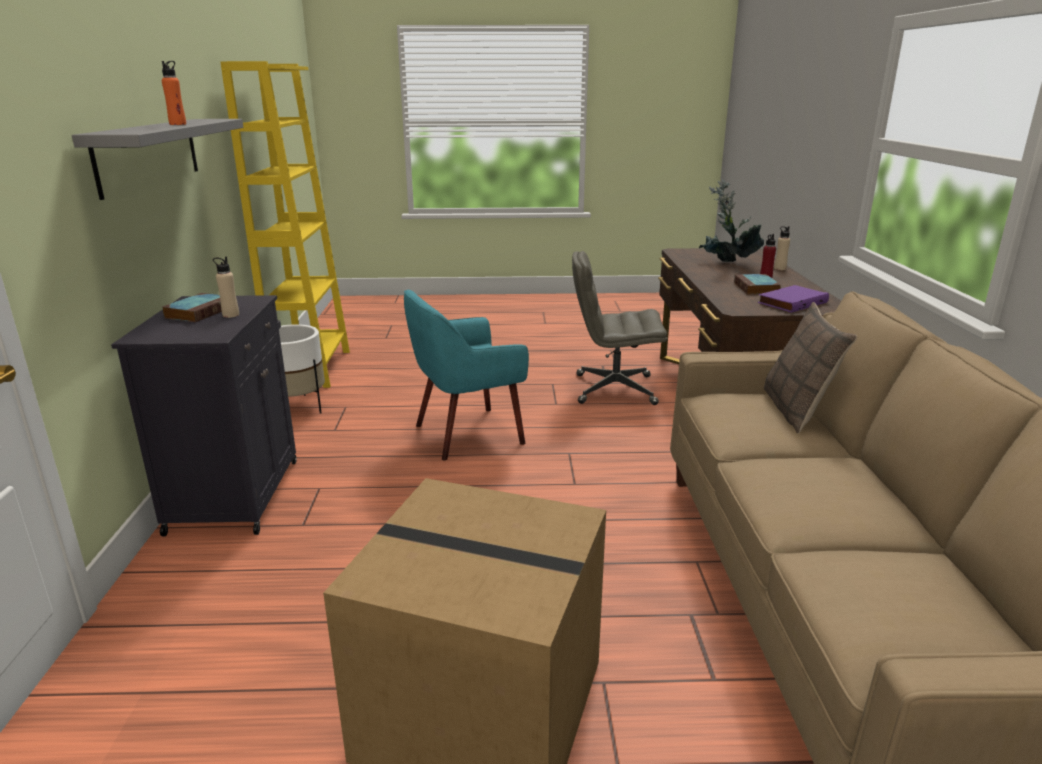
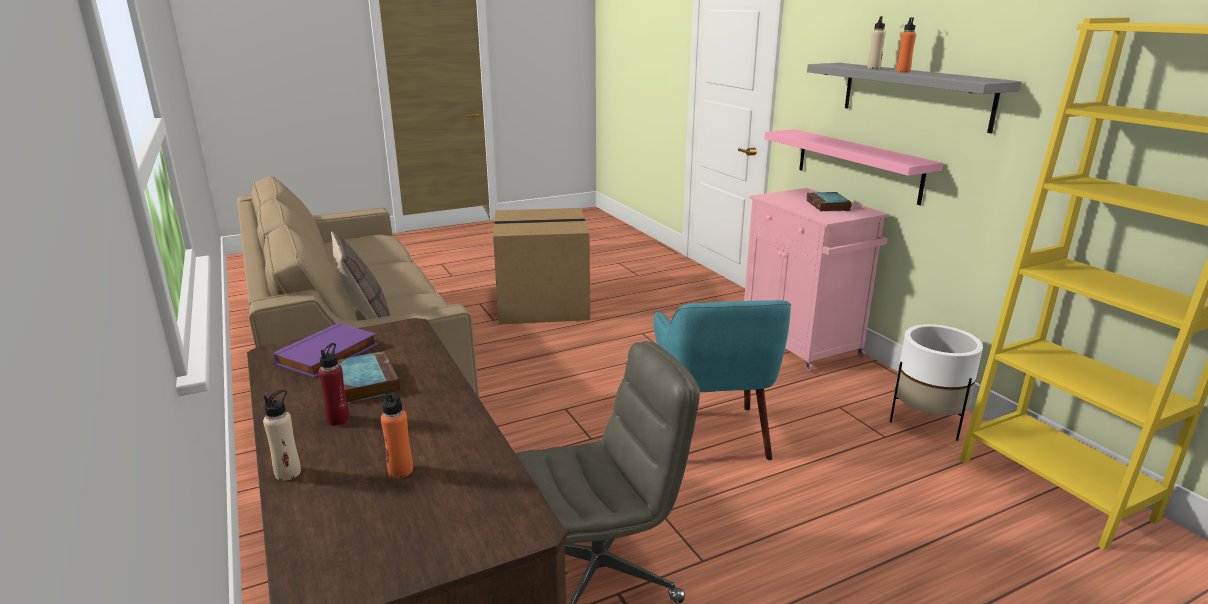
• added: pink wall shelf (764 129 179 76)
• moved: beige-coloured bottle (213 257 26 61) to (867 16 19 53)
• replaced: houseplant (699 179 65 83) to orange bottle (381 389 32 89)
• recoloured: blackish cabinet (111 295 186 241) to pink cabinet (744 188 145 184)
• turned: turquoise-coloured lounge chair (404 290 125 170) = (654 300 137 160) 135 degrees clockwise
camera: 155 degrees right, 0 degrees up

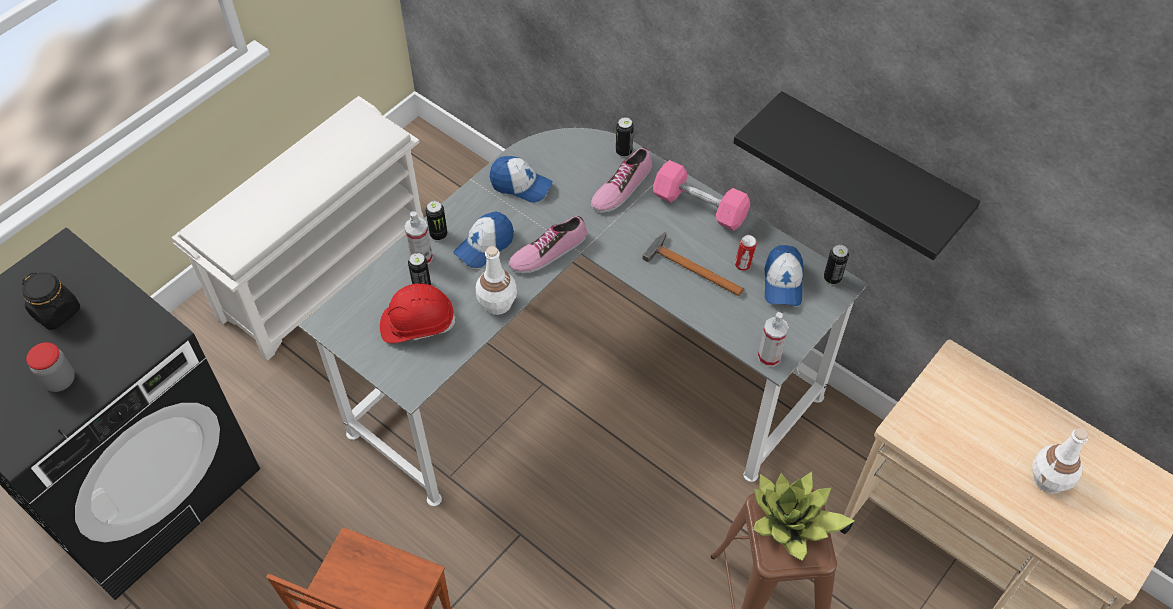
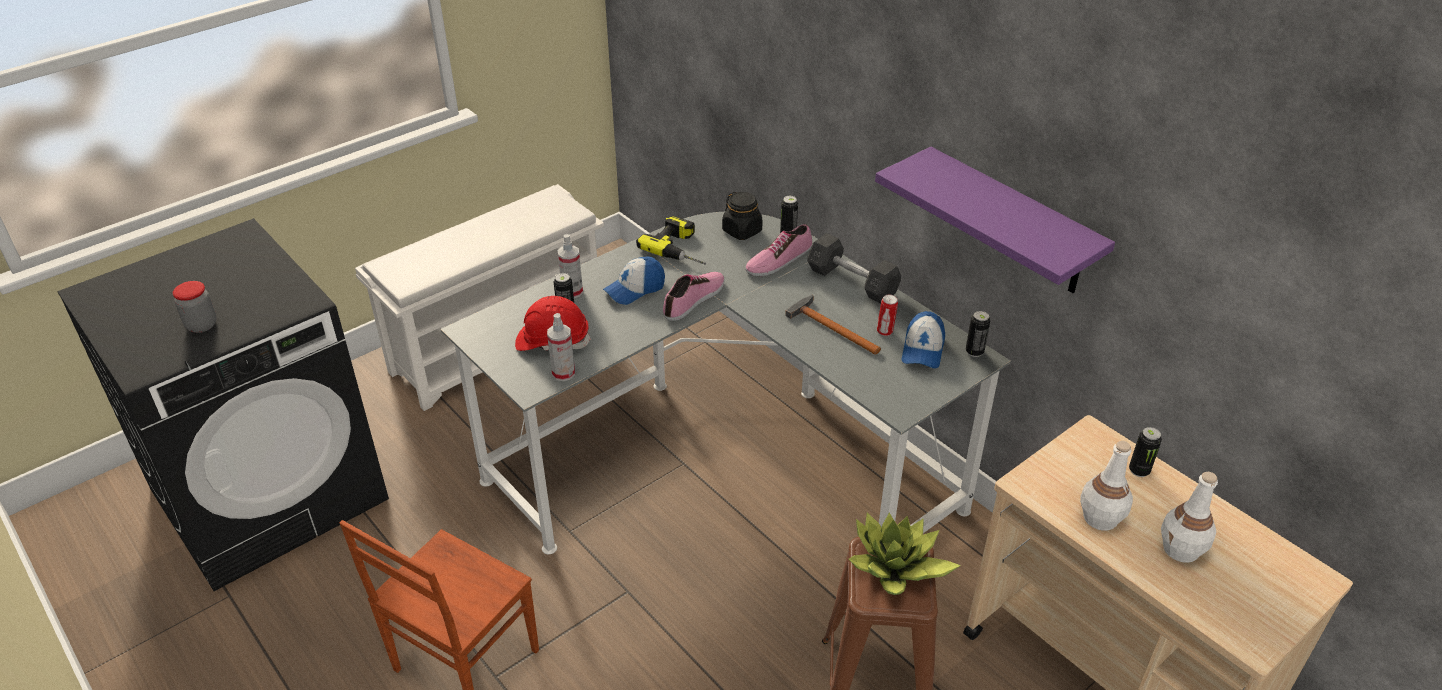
• moved: blackish jar (22 272 58 58) to (722 192 41 48)
• moved: metal can (426 201 22 40) to (1129 427 33 50)
• moved: white-coloured bottle (476 246 41 69) to (1080 441 53 90)
• moved: hand sprayer (758 312 31 55) to (547 313 28 68)
• replaced: cap (490 156 63 47) to drill (636 216 70 49)
• recoloured: pink hand weight (653 160 97 71) to gray hand weight (807 233 94 71)
• recoloured: blackish wall shelf (733 91 247 169) to purple-coloured wall shelf (875 147 240 146)
• turned: low shoe (509 216 78 58) = (663 272 62 49) 150 degrees clockwise
camera: 10 degrees right, 15 degrees down

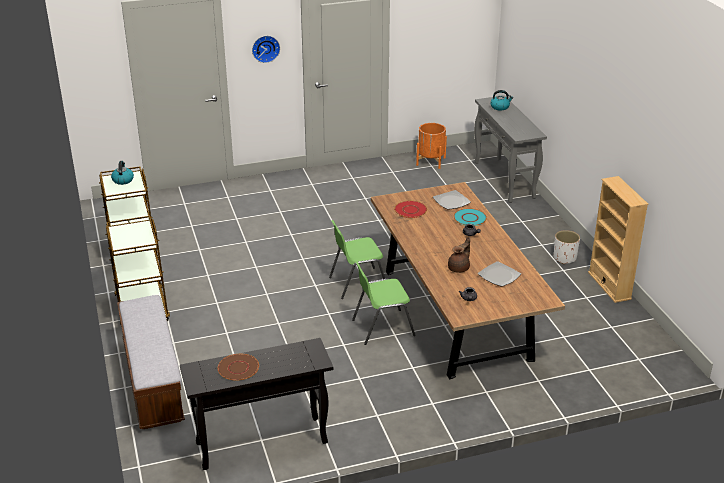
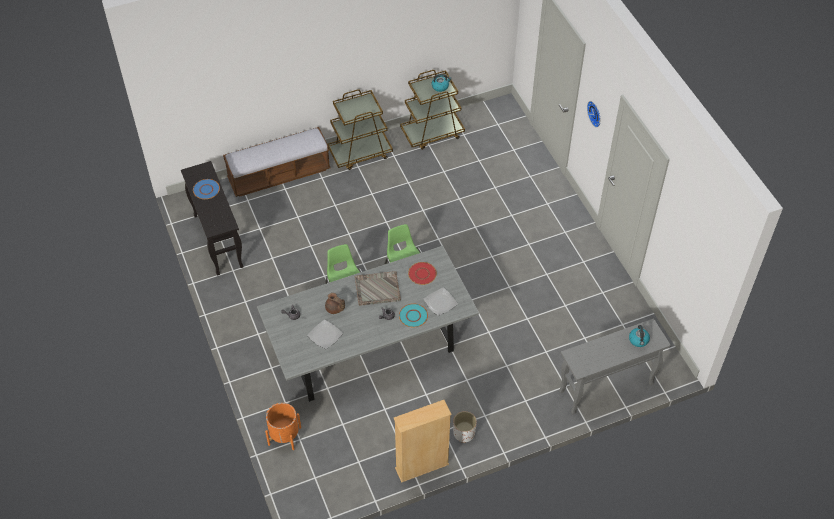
• added: gray carrying tray (355 271 46 35)
• moved: orange plant pot (416 123 31 46) to (265 403 36 47)
• recoloured: brown plate (218 354 41 27) to blue plate (193 179 27 20)
• recoloured: brown dining table (371 182 194 198) to gray dining table (257 246 222 156)
camera: 85 degrees right, 20 degrees up

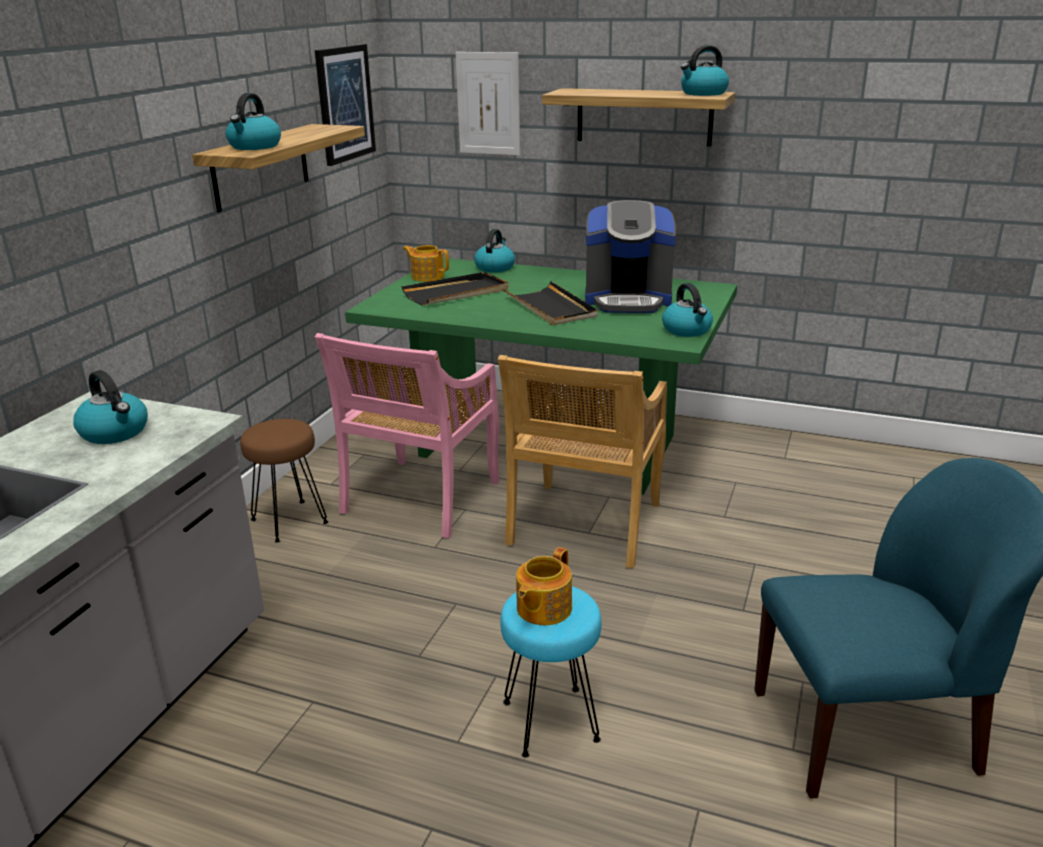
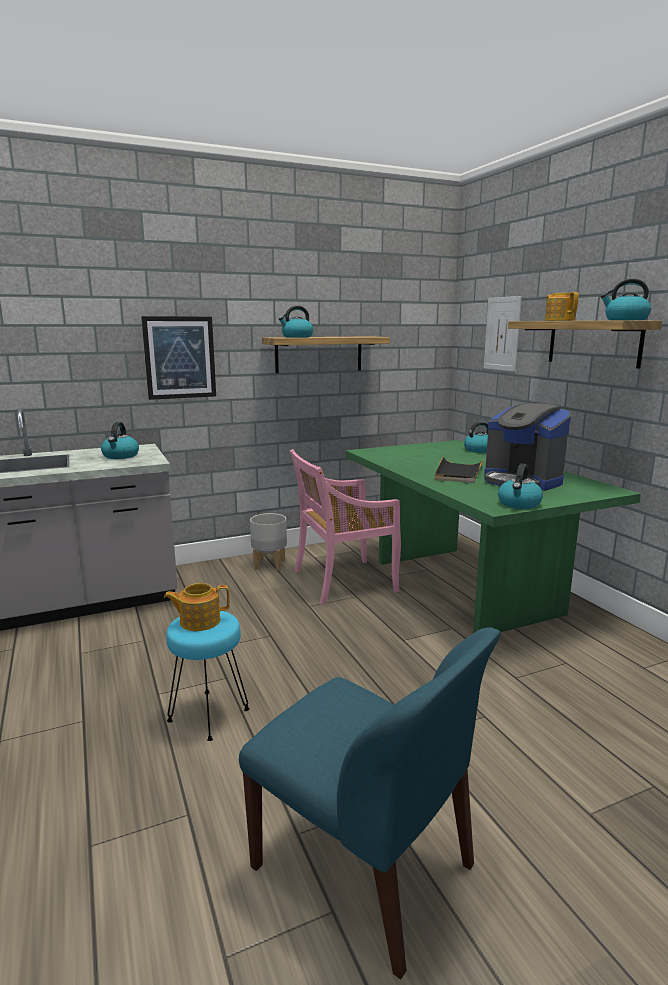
• removed: blackish carrying tray (401 272 108 33)
• removed: beige-coloured chair (498 355 169 213)
• moved: picture (315 44 61 122) to (141 316 75 84)
• moved: teapot (403 245 46 37) to (545 292 34 29)
• replaced: brown sitting stool (240 419 89 124) to gray plant pot (250 513 37 58)
camera: 45 degrees right, 10 degrees down

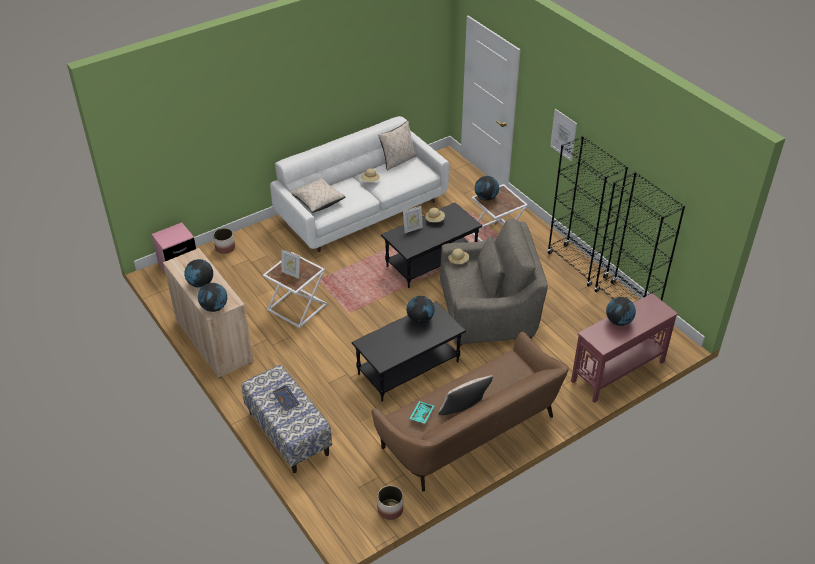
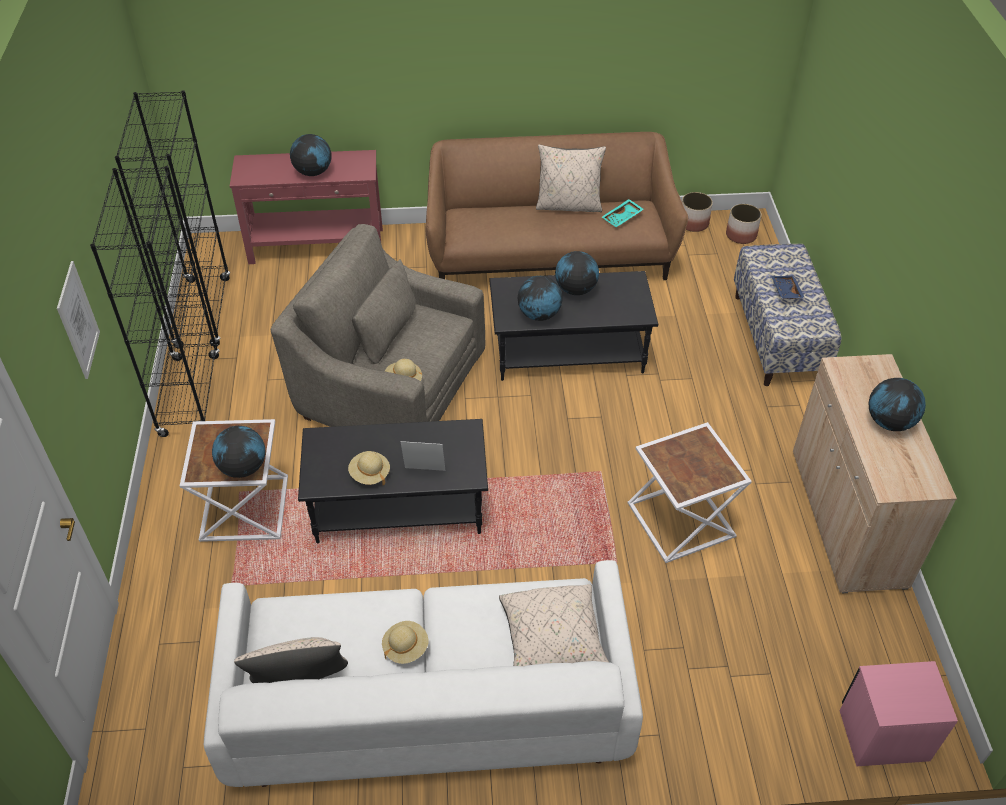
• removed: photo frame (282 249 18 30)
• moved: globe (198 283 29 29) to (555 251 44 44)
• moved: plant pot (213 228 22 26) to (726 204 35 40)
camera: 150 degrees left, 5 degrees up

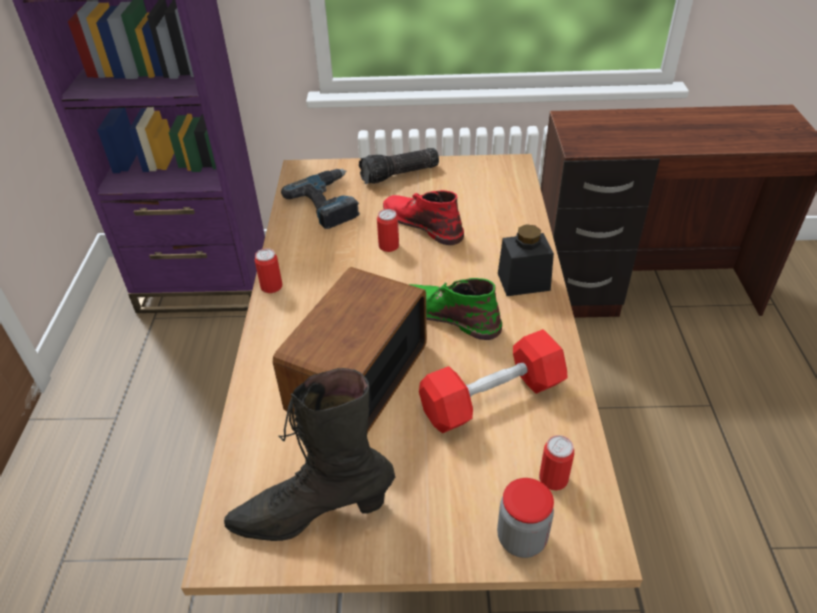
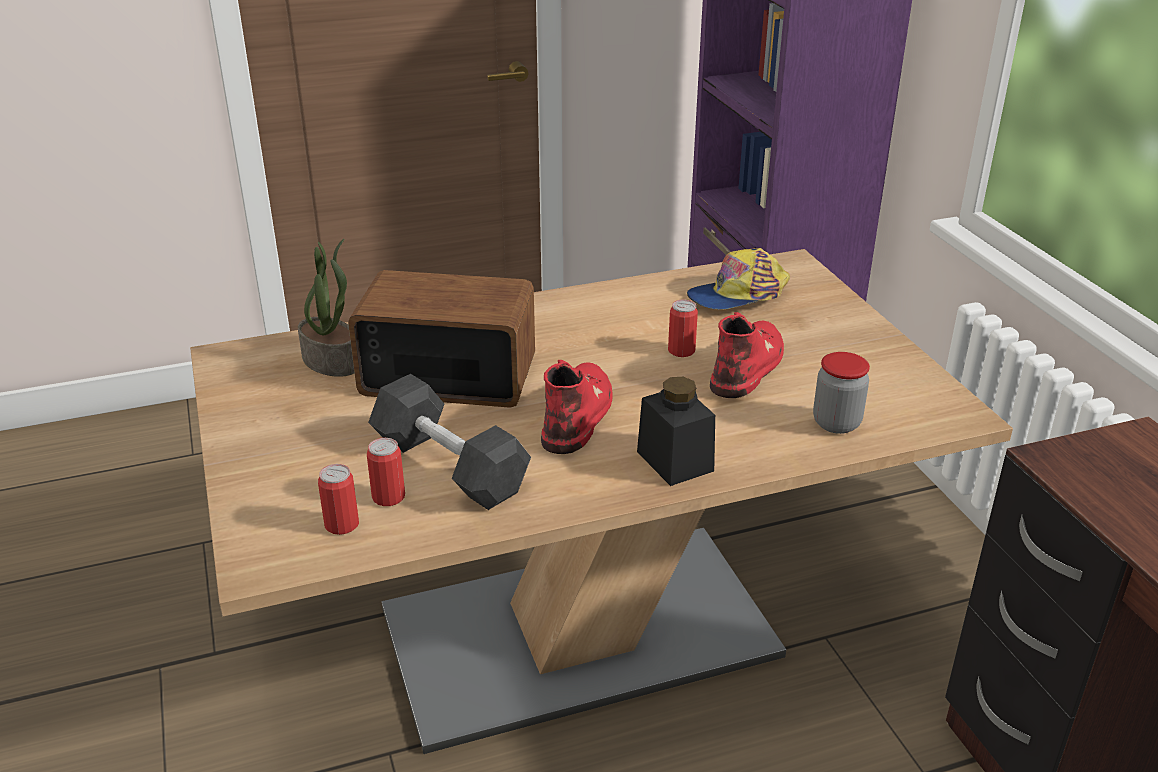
• removed: blackish boot (224 368 171 173)
• removed: flashlight (359 148 80 36)
• added: houseplant (298 239 56 138)
• moved: metal can (255 248 27 45) to (367 438 38 68)
• moved: jar (497 478 57 80) to (813 352 57 82)
• replaced: drill (281 169 79 60) to cap (687 248 103 61)
• recoloured: green-coloured boot (408 278 94 62) to red boot (541 360 72 94)
• recoloured: red hand weight (419 329 149 104) to blackish hand weight (368 374 163 136)
camera: 70 degrees right, 10 degrees down

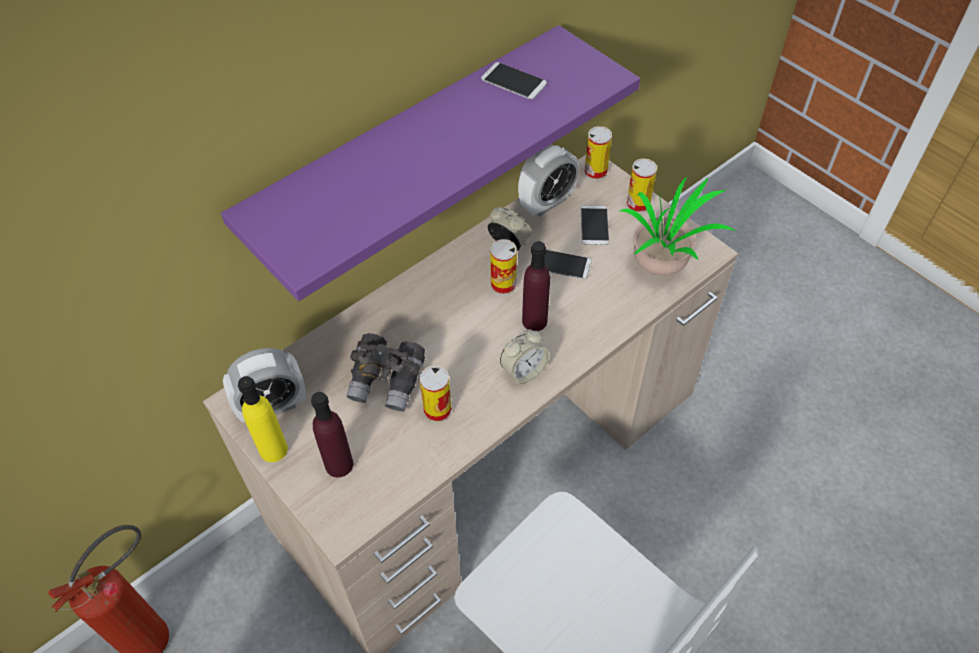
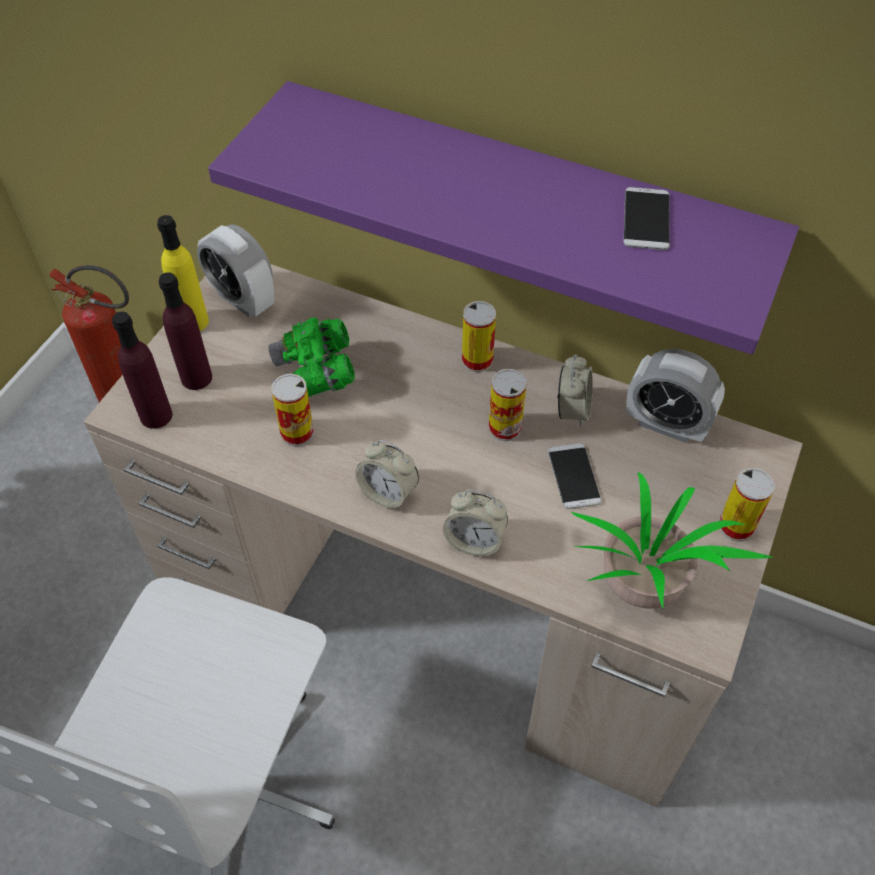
• removed: phone (581 205 28 40)
• added: table clock (443 489 65 67)
• moved: purple-coloured bottle (522 241 28 90) to (112 312 60 117)
• moved: metal can (584 126 28 54) to (462 301 34 71)
• recoloured: gray pair of binoculars (346 333 79 79) to green-coloured pair of binoculars (268 318 87 79)
camera: 65 degrees right, 0 degrees up

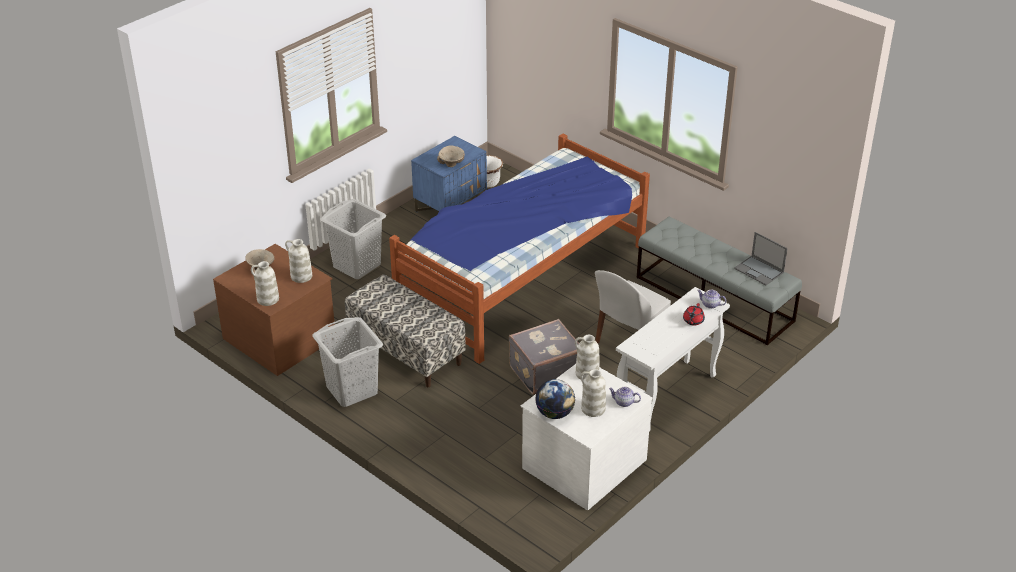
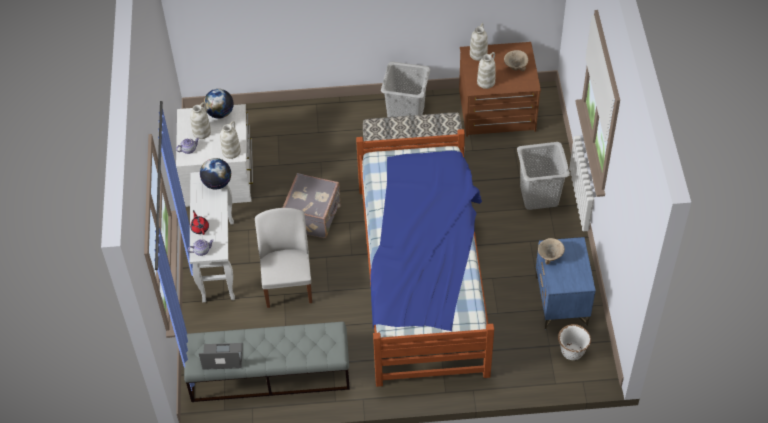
• added: globe (200 158 31 32)
camera: 135 degrees right, 15 degrees up

